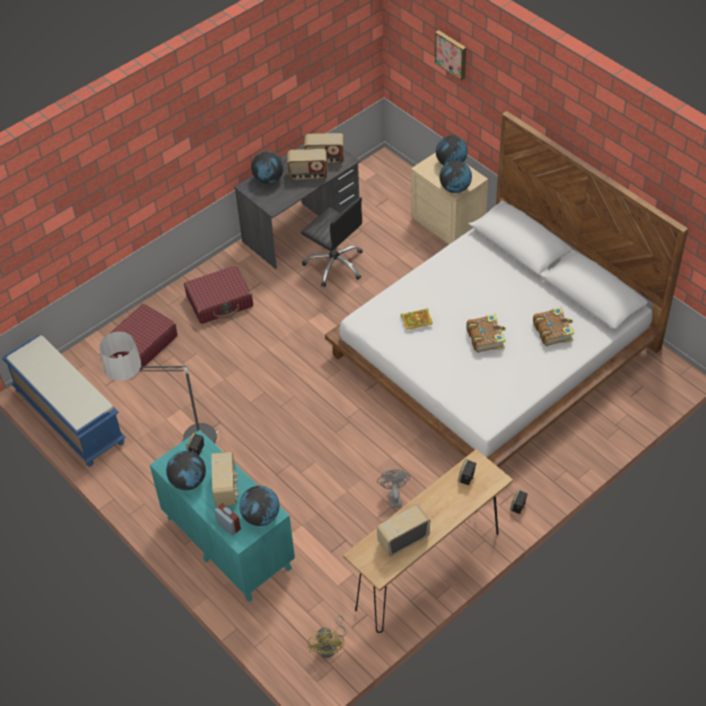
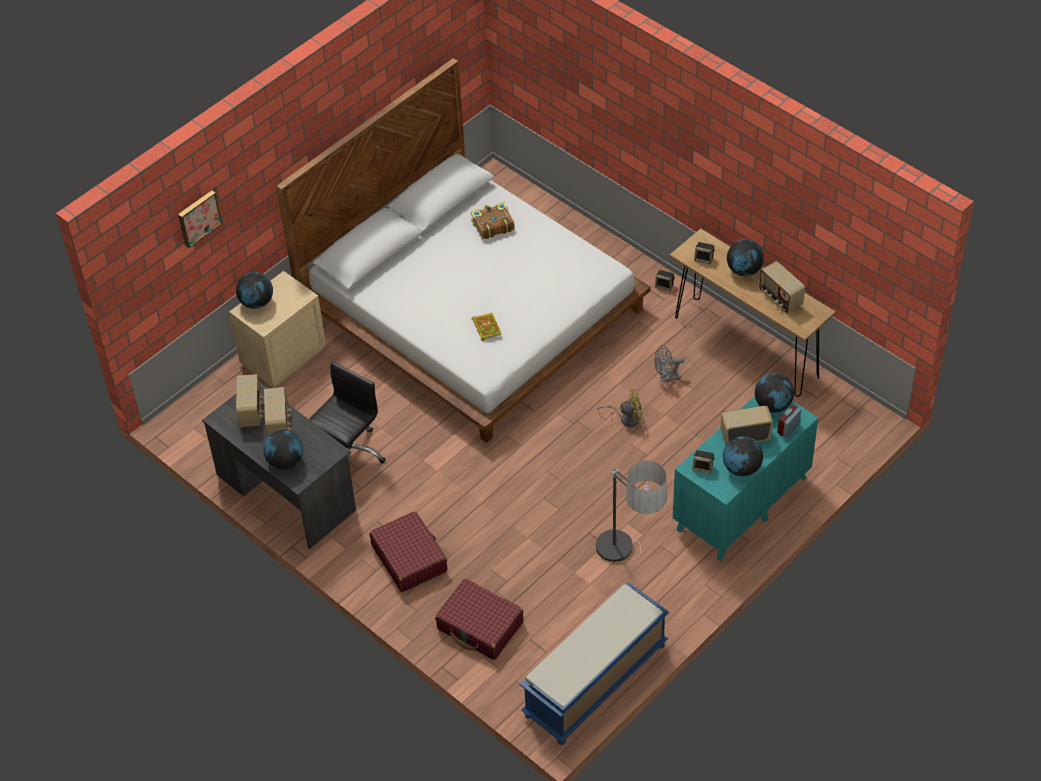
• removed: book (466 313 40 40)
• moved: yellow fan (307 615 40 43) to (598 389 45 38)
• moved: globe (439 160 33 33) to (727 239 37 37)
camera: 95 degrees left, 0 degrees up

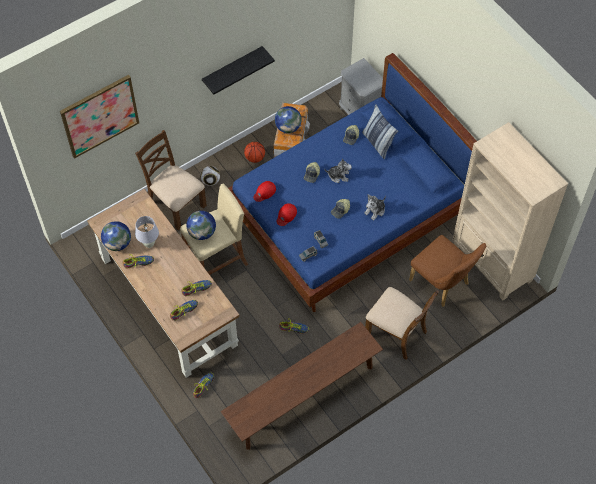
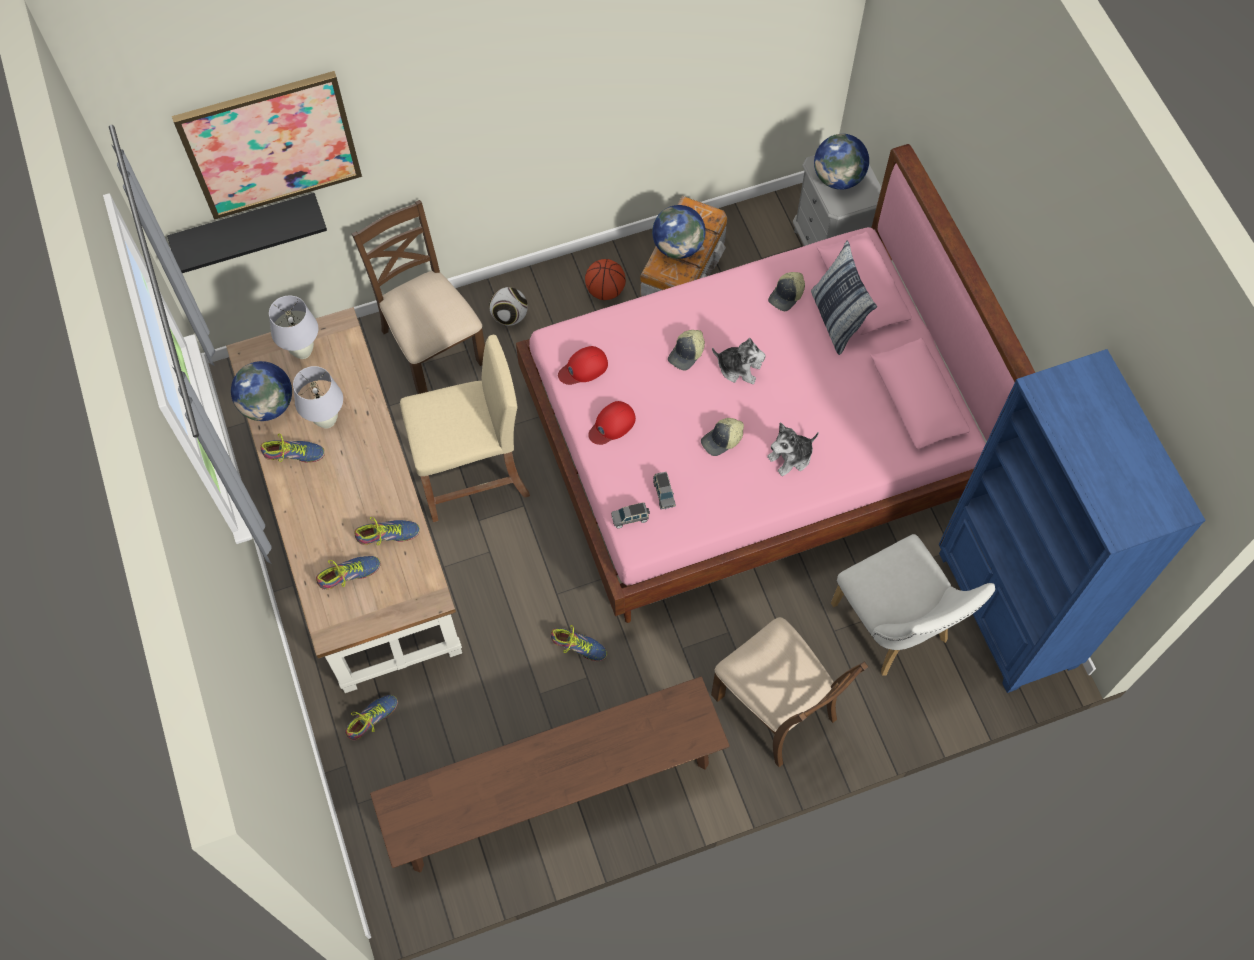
• added: white-coloured tabletop lamp (269 296 49 63)
• moved: globe (186 211 30 29) to (814 134 55 56)
• moved: blackish wall shelf (202 46 73 49) to (167 193 160 80)
• recoloured: blue sleeping bed (228 53 249 259) to pink sleeping bed (516 144 519 479)
• recoloured: brown chair (409 235 77 72) to white-coloured chair (831 534 164 142)
• recoloured: beige-coloured bookshelf (453 122 115 178) to blue bookshelf (939 349 267 344)
camera: 15 degrees right, 5 degrees up

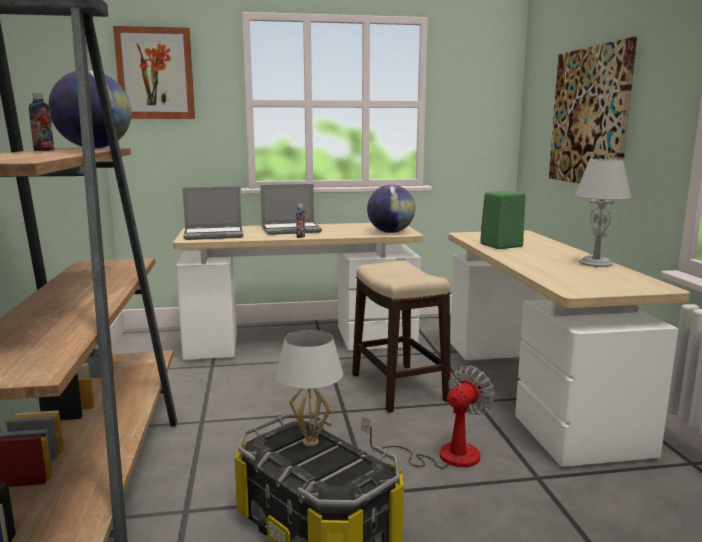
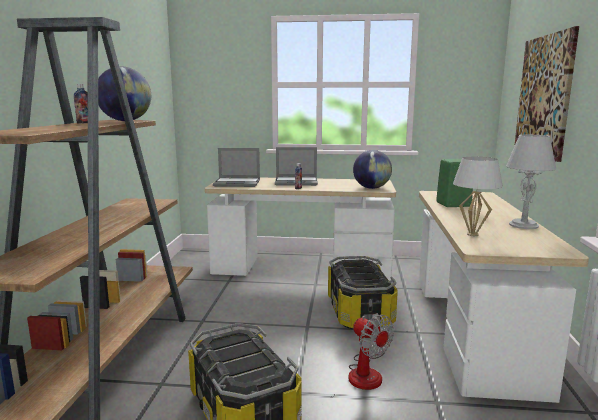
• removed: picture (113 26 82 93)
• moved: white-coloured tabletop lamp (275 330 68 117) to (453 157 50 79)
• replaced: sitting stool (352 261 99 152) to storage bin (328 256 70 74)
• turned: fan (362 366 133 103) = (349 313 45 77) 90 degrees clockwise
camera: 15 degrees right, 0 degrees up

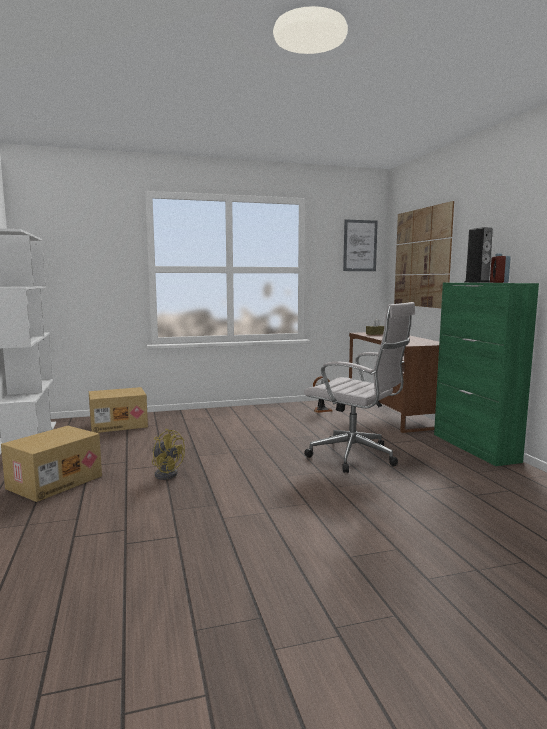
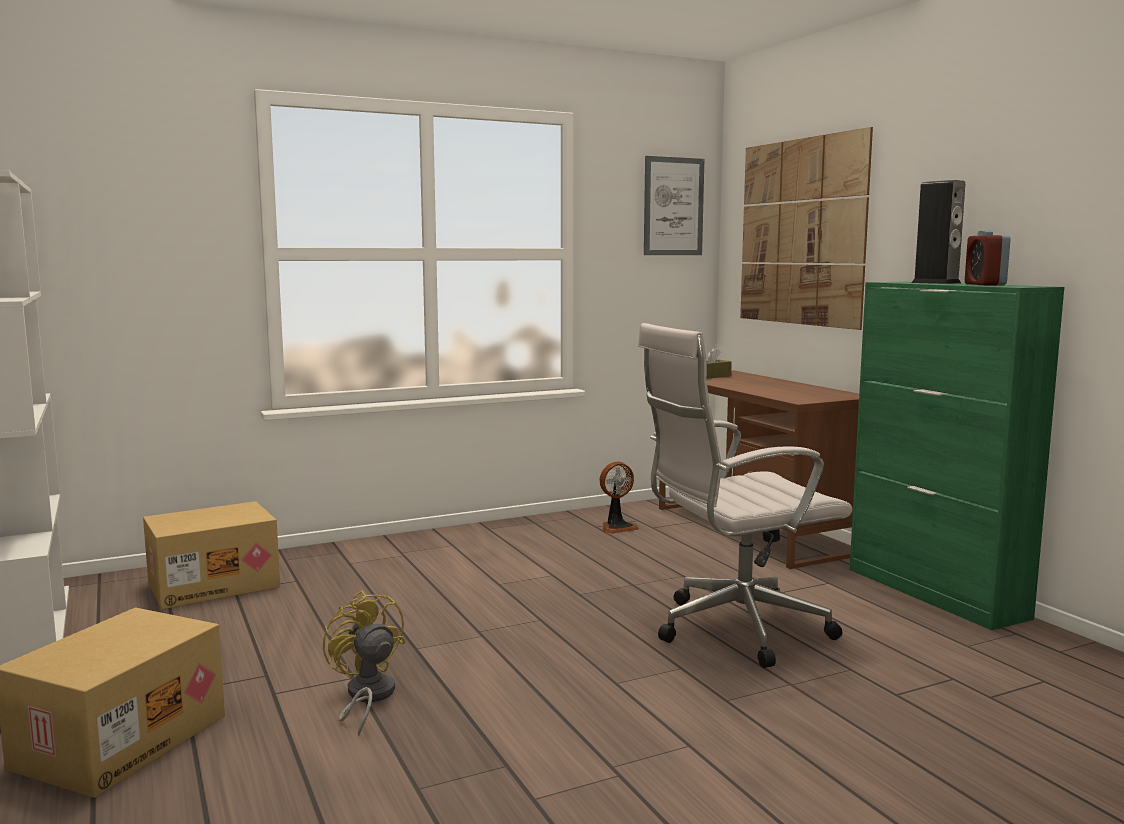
• turned: yellow fan (152 429 33 51) = (323 590 82 145) 150 degrees counterclockwise
• turned: white-coloured office chair (304 302 111 171) = (638 323 214 345) 135 degrees clockwise
camera: 10 degrees left, 0 degrees up

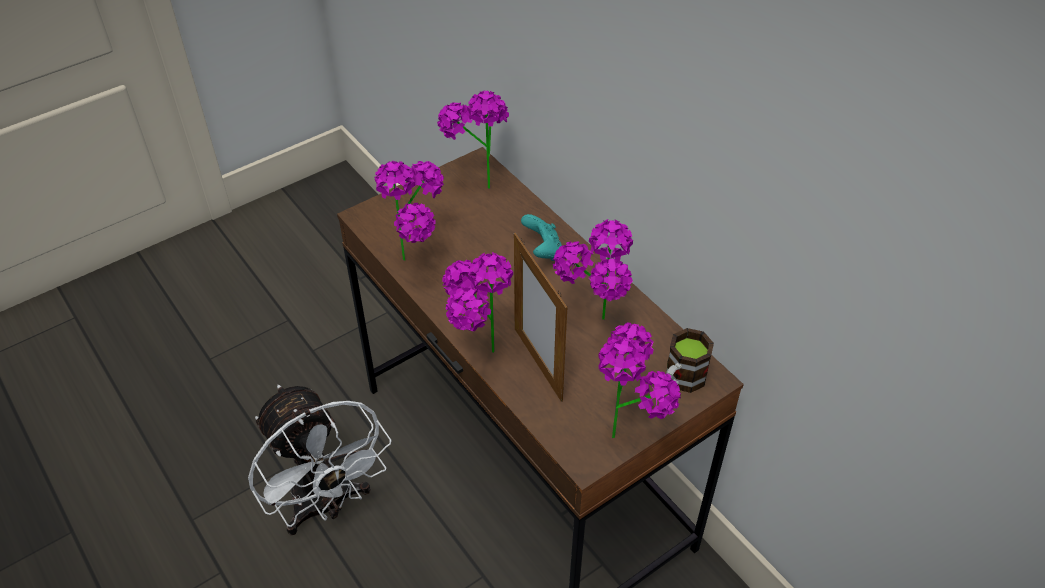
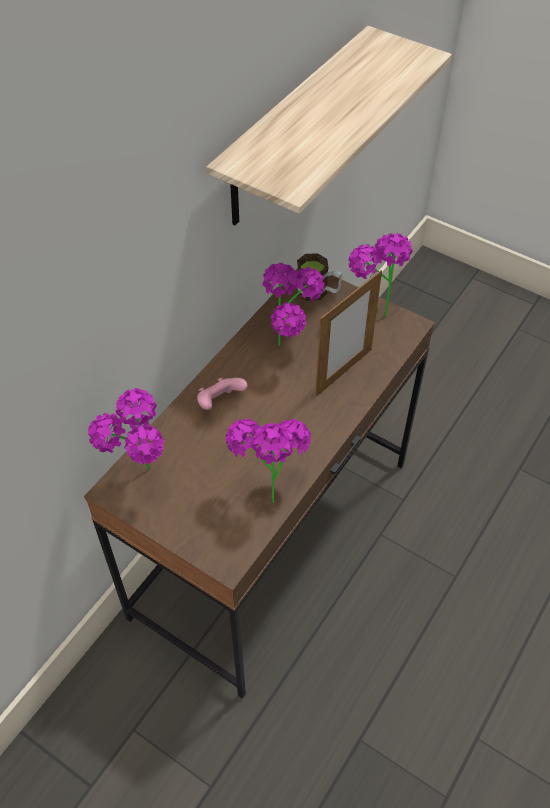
• removed: white-coloured fan (248 385 144 150)
• removed: houseplant (442 252 71 101)
• added: wall shelf (206 26 246 199)
• recoloured: turquoise-coloured joypad (521 214 41 47) to pink joypad (197 378 51 32)
camera: 110 degrees left, 5 degrees up

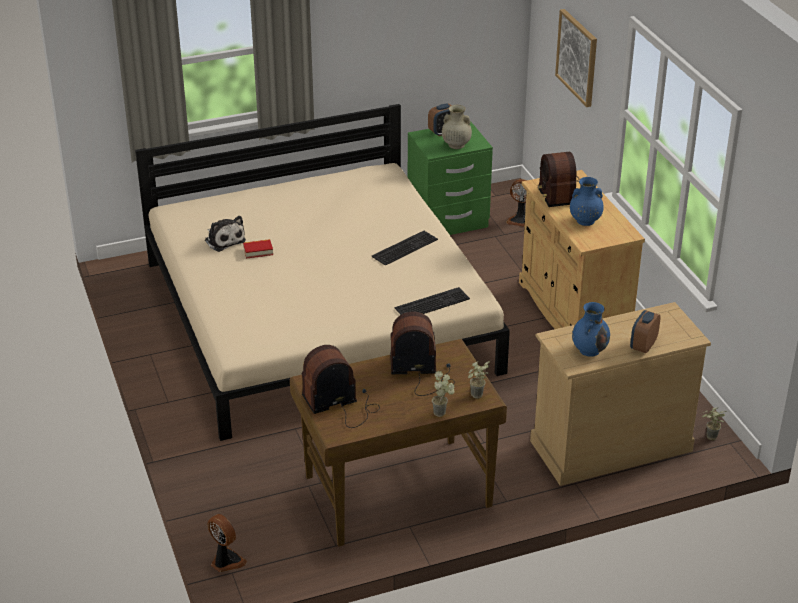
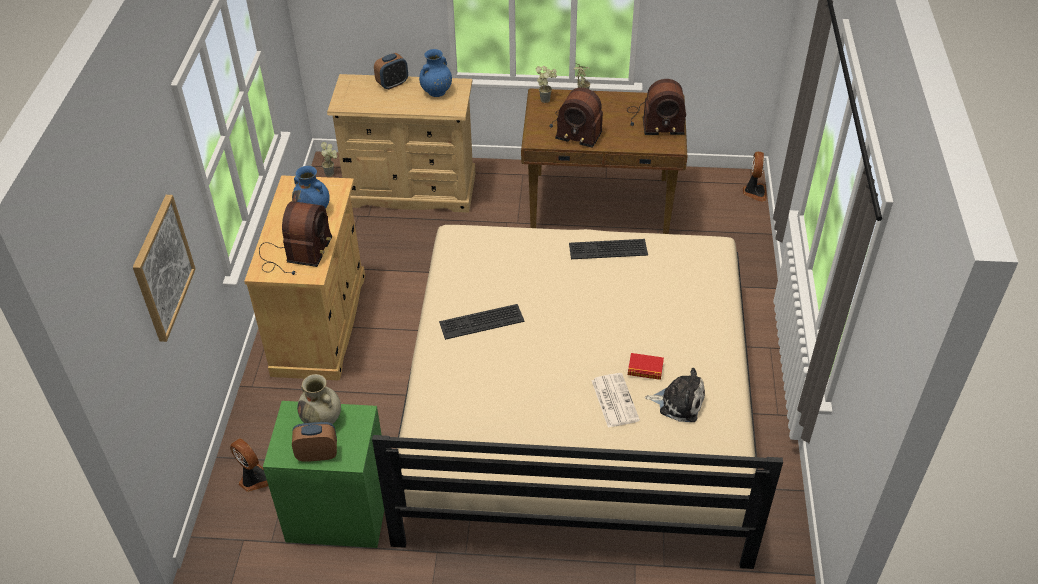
• added: daily paper (591 373 49 55)
• moved: computer keyboard (395 287 75 28) to (569 239 79 20)
• turned: plush toy (205 216 41 36) = (645 368 60 54) 120 degrees clockwise
• turned: fan (207 514 40 58) = (743 152 24 50) 150 degrees counterclockwise
camera: 155 degrees left, 10 degrees up

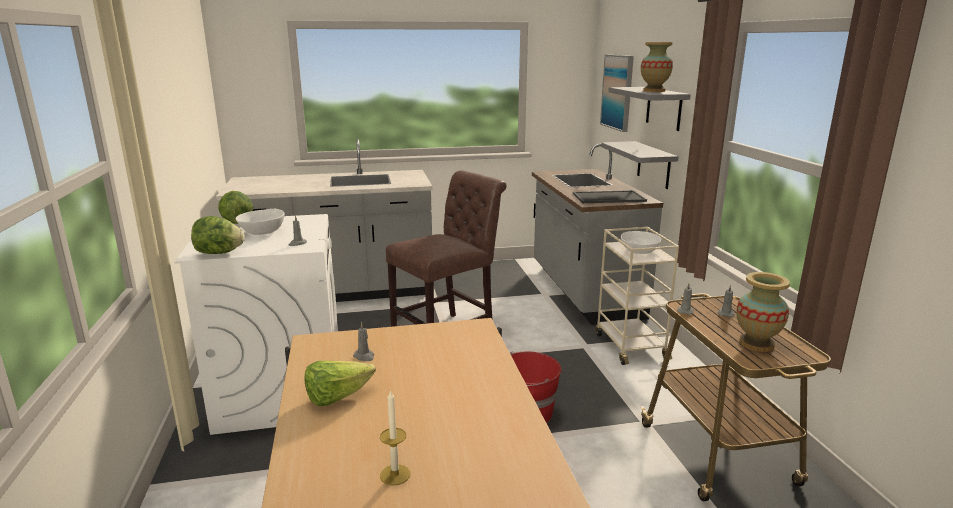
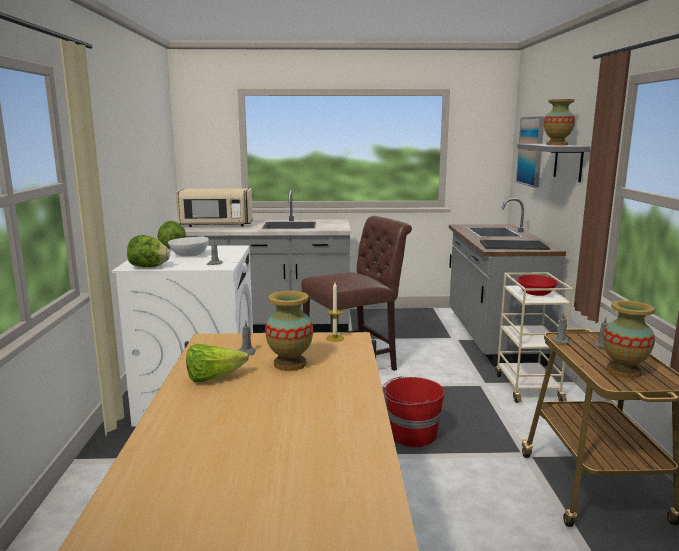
• removed: gray wall shelf (601 141 77 48)
• added: beige-coloured kitchen microwave (176 188 77 39)
• added: decorative vase (265 291 48 80)
• moved: wax candle (380 389 30 97) to (326 283 18 59)
• recoloured: white-coloured serving bowl (621 231 41 23) to red serving bowl (518 275 40 21)
camera: 10 degrees right, 5 degrees down

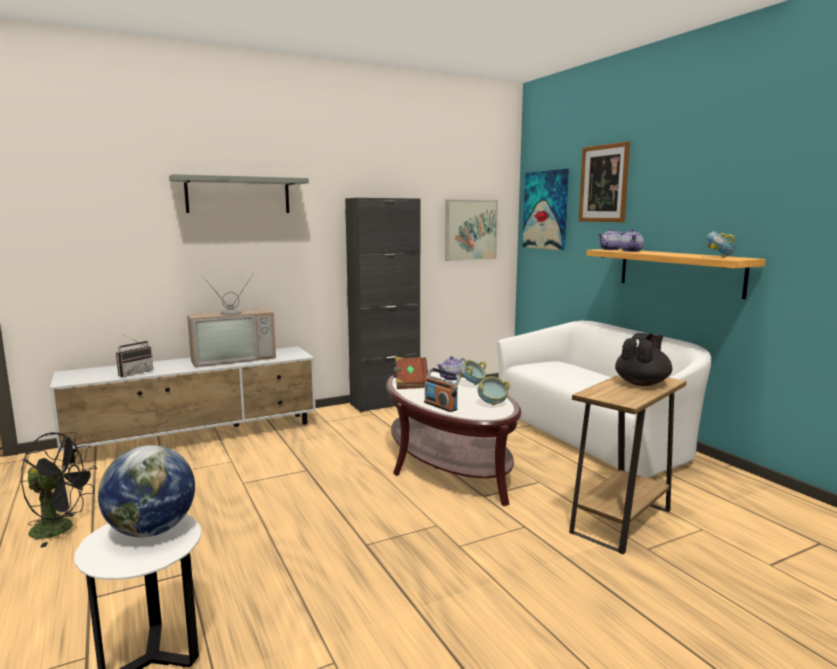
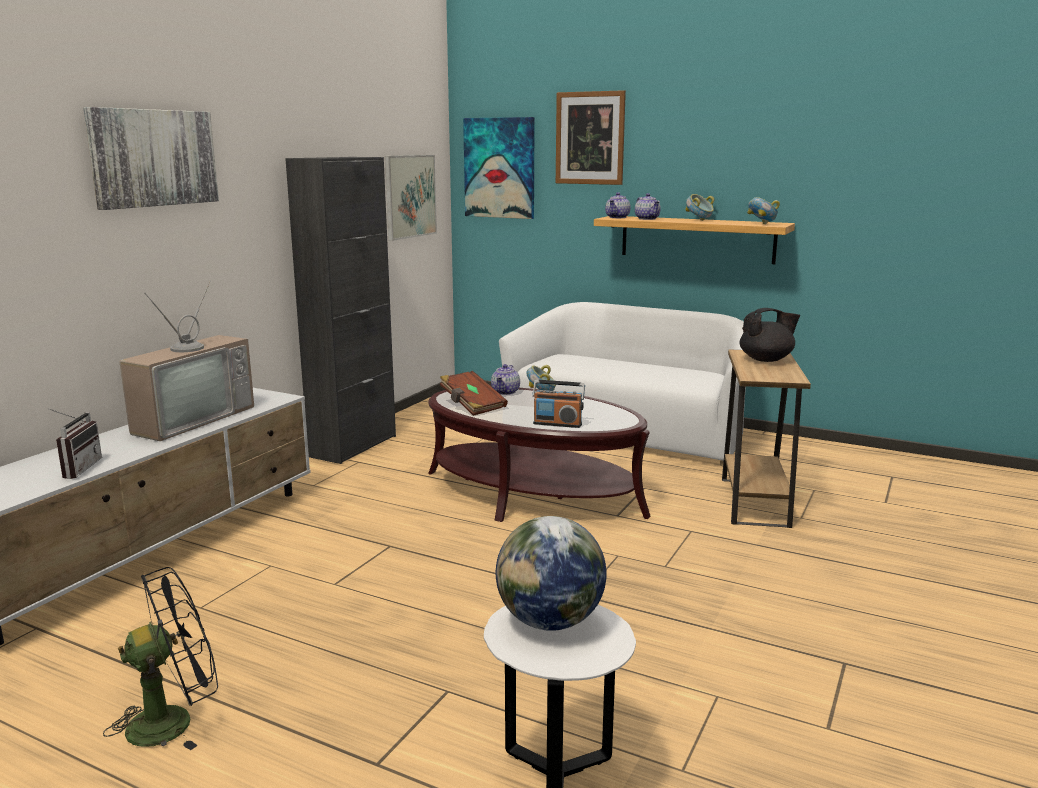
• moved: serving bowl (477 377 33 28) to (685 194 29 27)
• replaced: gray wall shelf (169 174 140 39) to picture (83 107 136 103)
• turned: blackish teapot (615 333 57 53) = (740 308 60 54) 75 degrees clockwise
camera: 35 degrees left, 5 degrees up

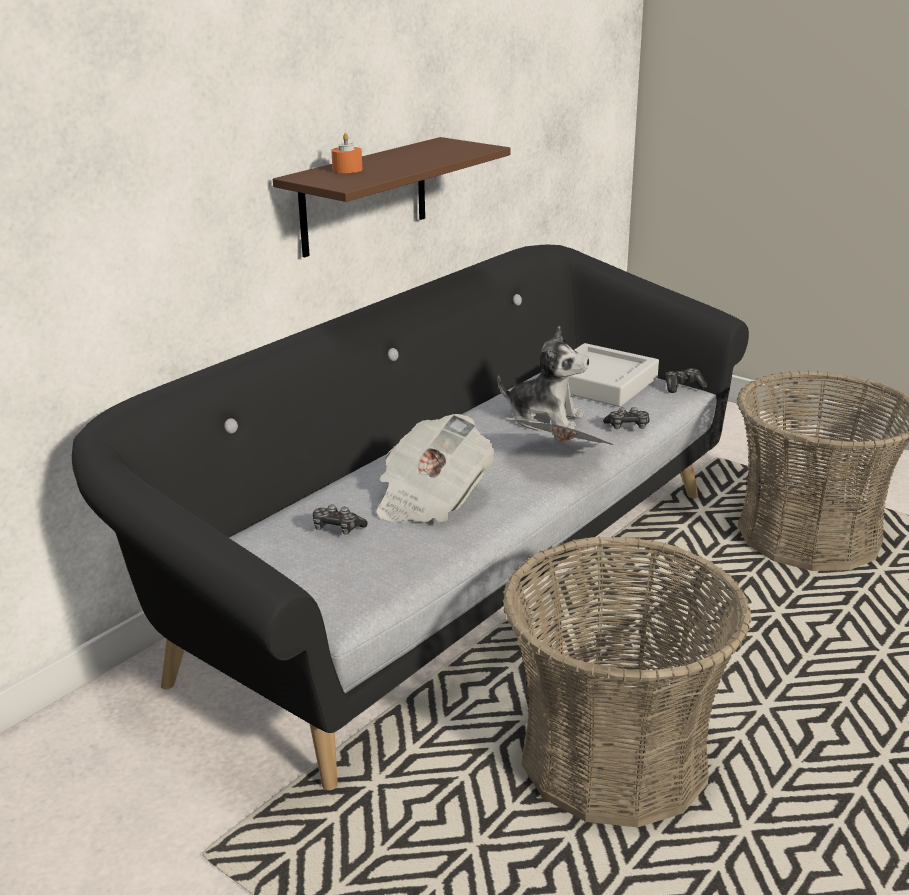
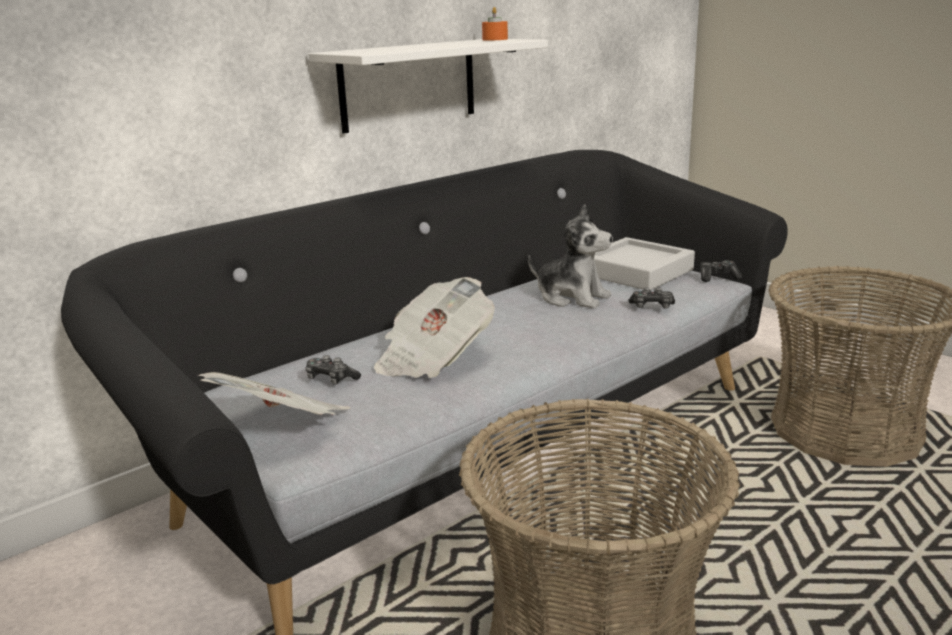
• moved: orange wax candle (331 133 31 40) to (482 7 26 34)
• moved: daily paper (506 417 107 28) to (198 372 153 43)
• recoloured: brown wall shelf (273 137 237 121) to white-coloured wall shelf (308 39 240 95)
camera: 10 degrees right, 5 degrees down

